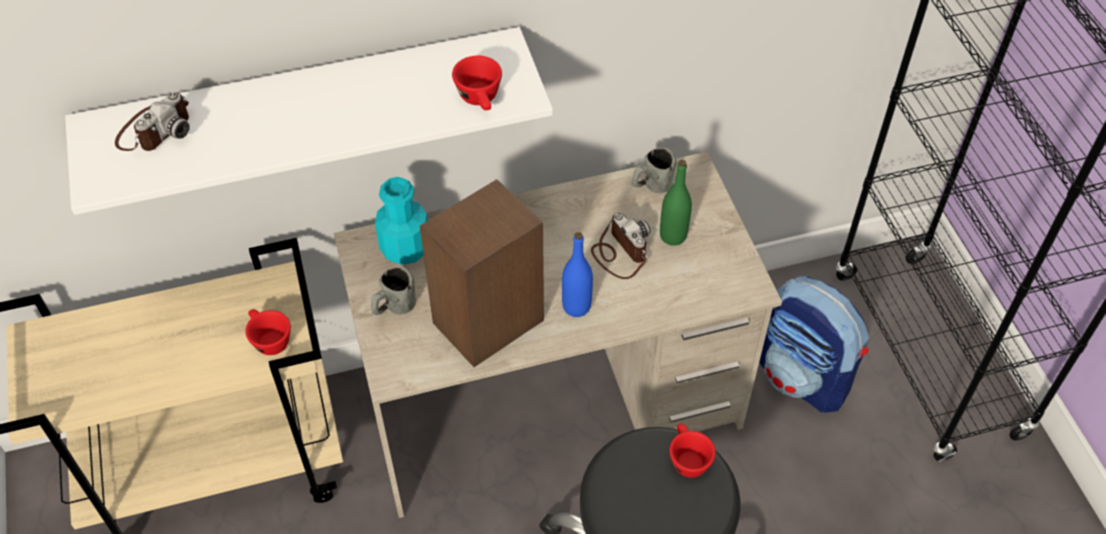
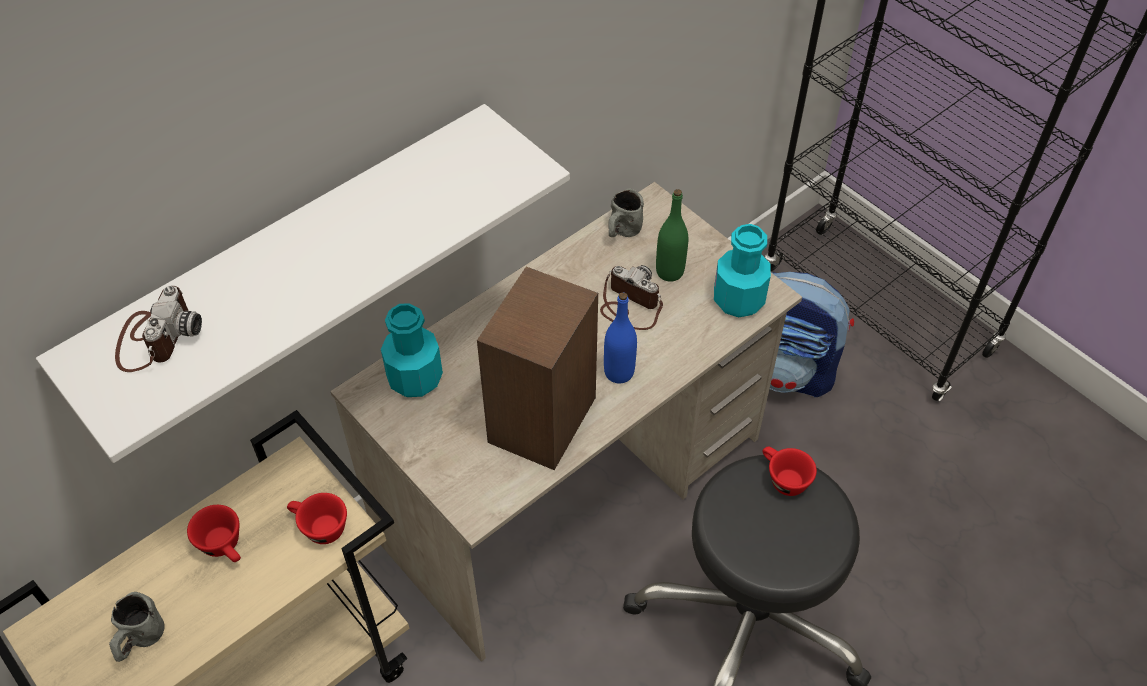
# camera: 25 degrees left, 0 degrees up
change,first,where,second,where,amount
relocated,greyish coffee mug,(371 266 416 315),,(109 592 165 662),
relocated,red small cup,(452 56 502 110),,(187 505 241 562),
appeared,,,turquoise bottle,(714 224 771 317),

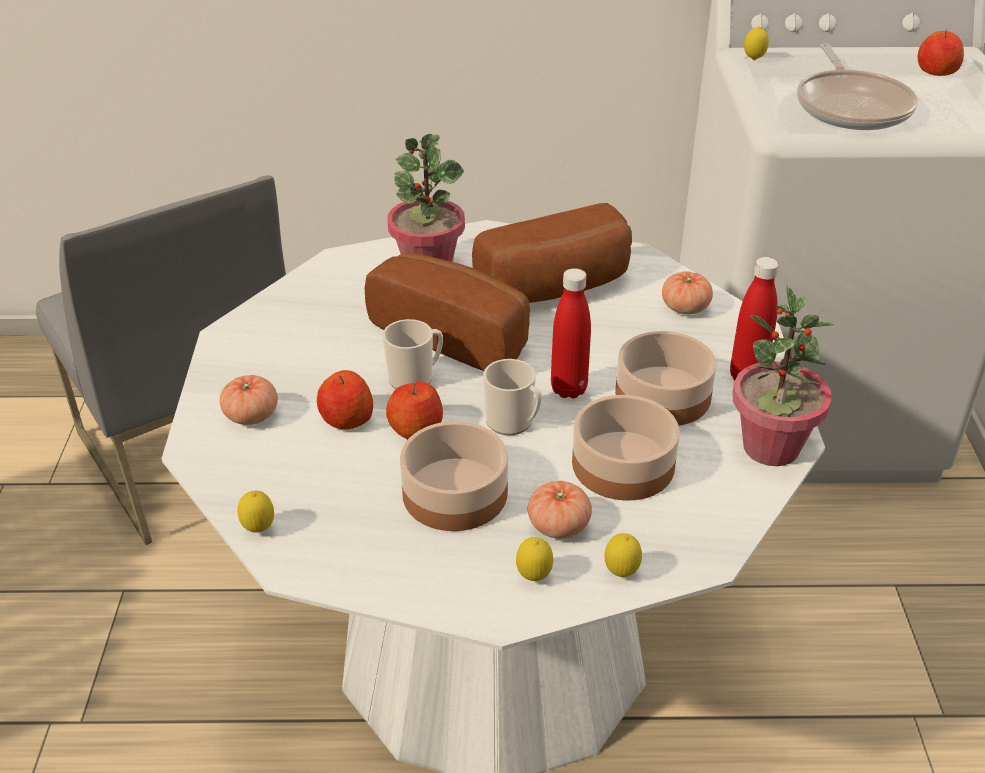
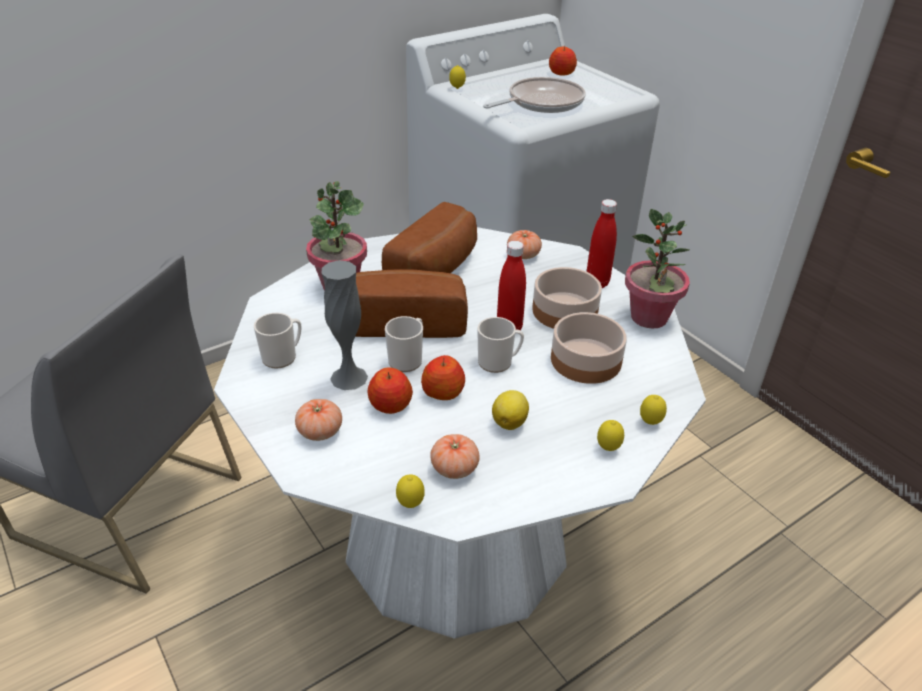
# camera: 35 degrees left, 0 degrees up
change,first,where,second,where,amount
appeared,,,coffee mug,(254 313 302 369),
appeared,,,greyish vase,(321 260 368 390),
relocated,whole tomato,(527 481 592 538),,(430 434 480 479),
spun,pan,(797 44 918 130),,(483 77 586 113),90 degrees counterclockwise
exchanged,serving bowl,(400 421 508 531),citrus fruit,(492 390 529 430),

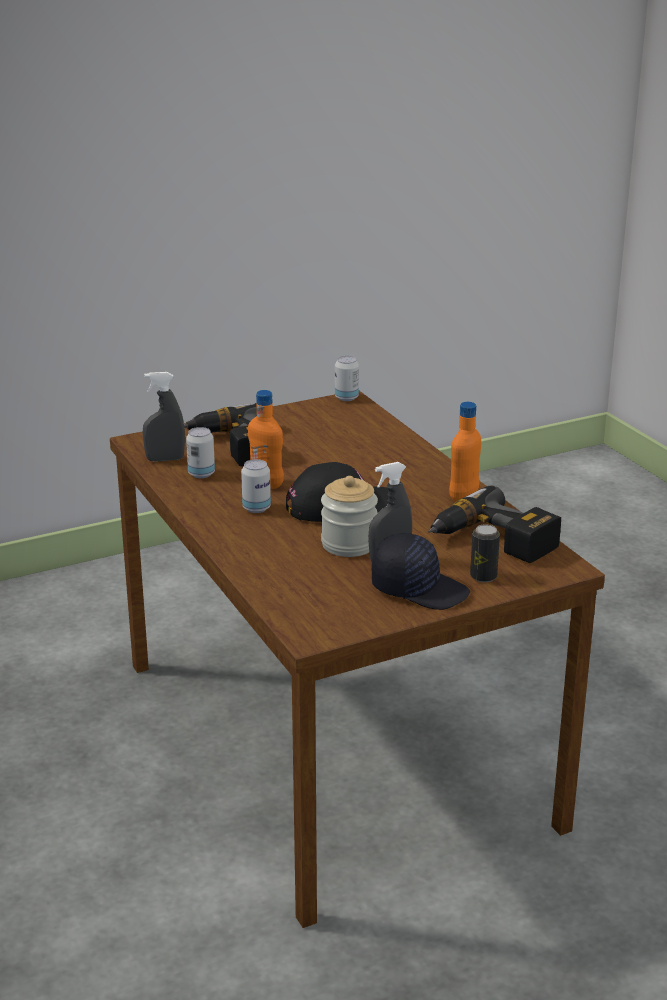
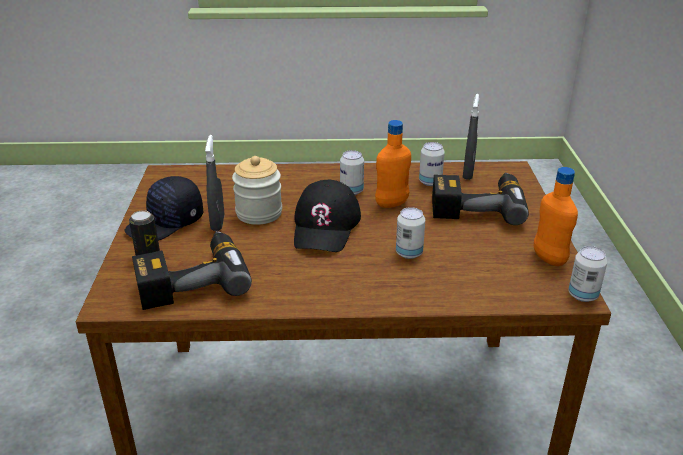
# camera: 115 degrees right, 5 degrees up
change,first,where,second,where,amount
appeared,,,metal can,(396 207 425 259),
relocated,orange-coloured bottle,(449 402 481 502),,(534 167 578 266),

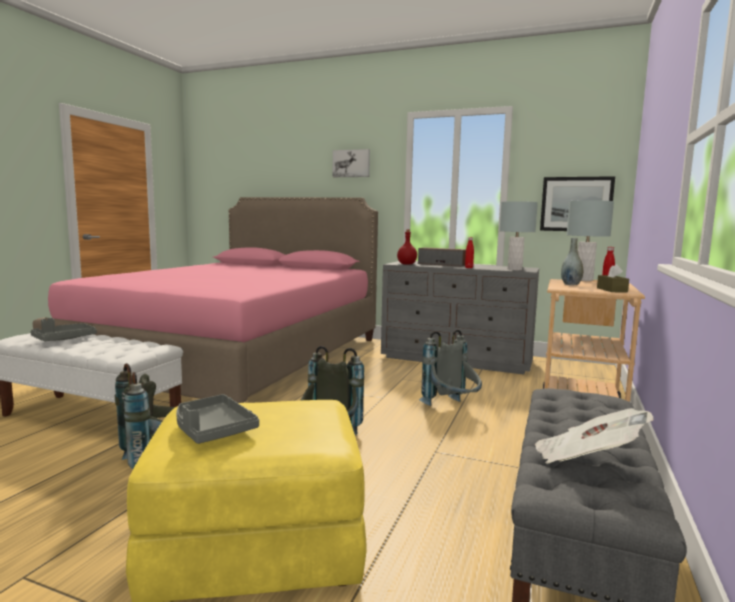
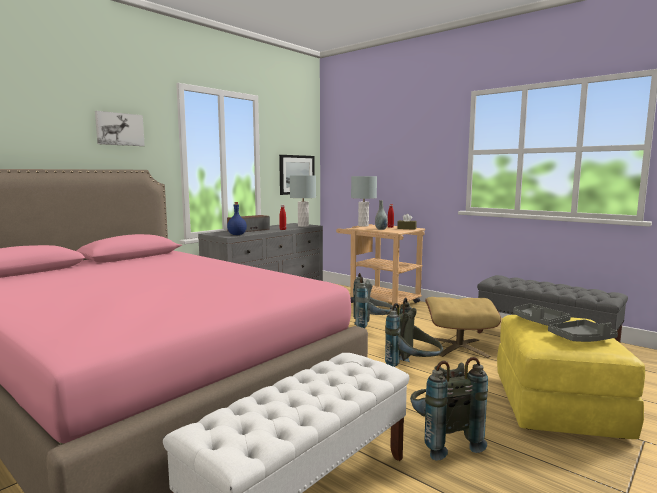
# camera: 70 degrees left, 0 degrees up
change,first,where,second,where,amount
colour,red bottle,(397 229 417 265),bluish bottle,(227 202 247 235),
appeared,,,sand-coloured footrest,(425 297 501 358),
relocated,greyish tray,(30 318 97 342),,(513 303 571 326),
missing,printed paper,(535 408 654 464),,,

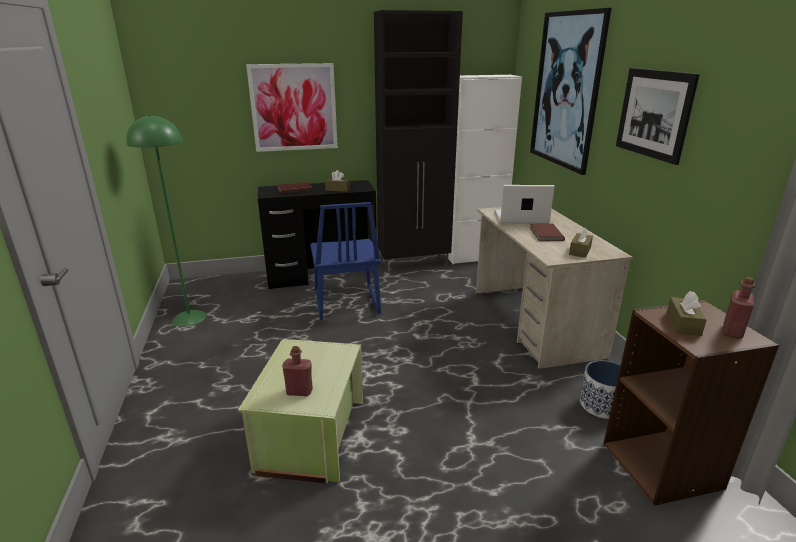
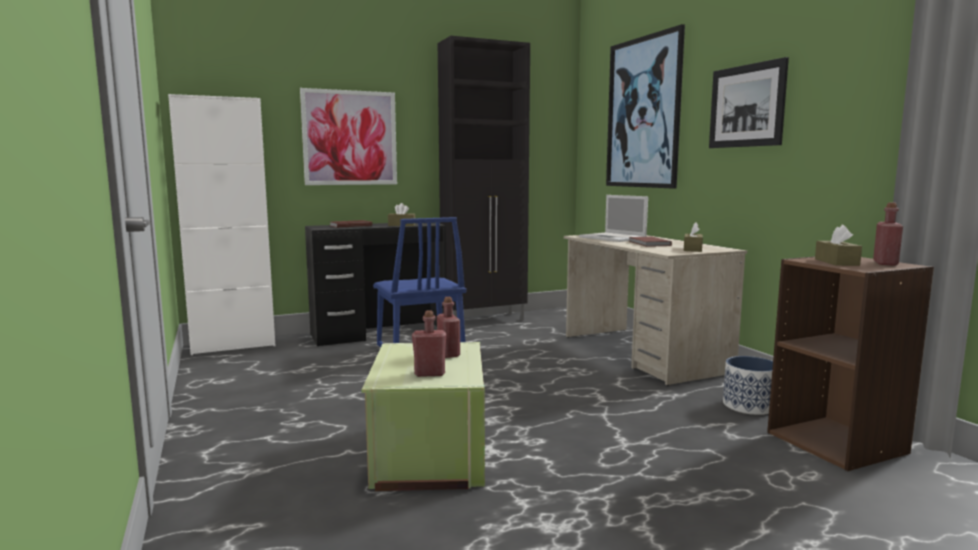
# camera: 10 degrees left, 15 degrees down
change,first,where,second,where,amount
relocated,whitish cupboard,(445 75 522 264),,(168 94 275 355),
appeared,,,red bottle,(437 297 460 358),
spun,portable computer,(495 185 555 224),,(579 195 648 242),120 degrees counterclockwise
missing,green-coloured standard lamp,(126 114 207 326),,,

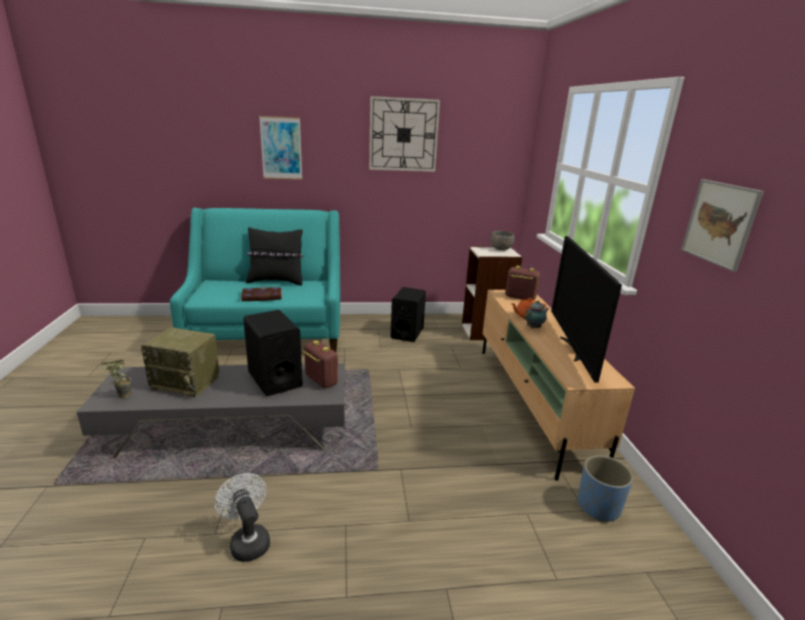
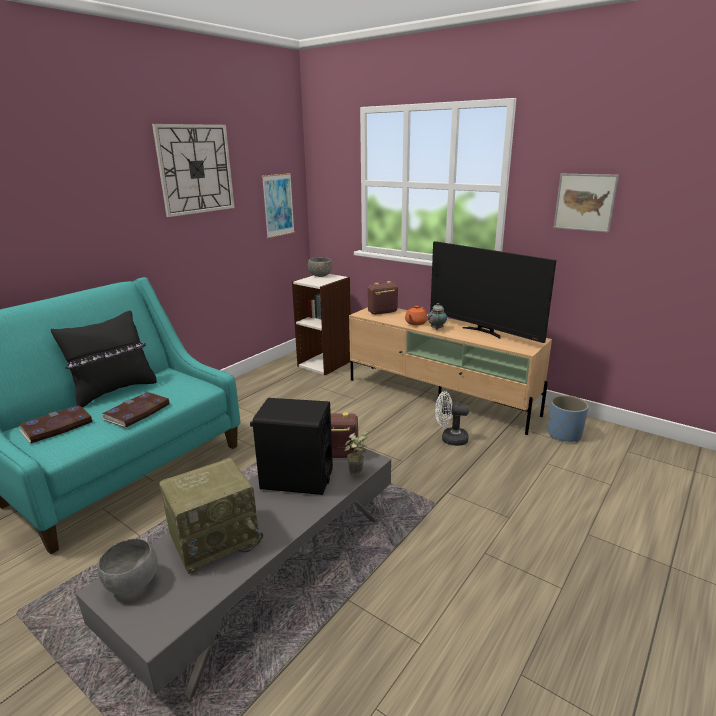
# camera: 45 degrees left, 0 degrees up
change,first,where,second,where,amount
appeared,,,volume,(19 406 93 443),
appeared,,,greyish serving bowl,(98 539 158 595),
relocated,wall picture,(259 116 302 180),,(262 173 295 238),
relocated,houseplant,(102 360 131 398),,(345 430 369 476),
relocated,whitish electric fan,(214 473 270 562),,(435 391 469 446),
missing,black speaker,(391 287 426 342),,,

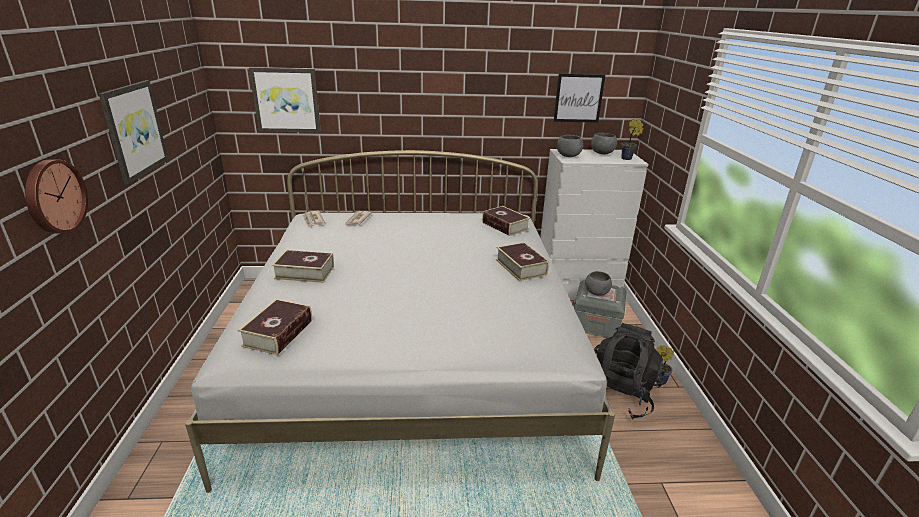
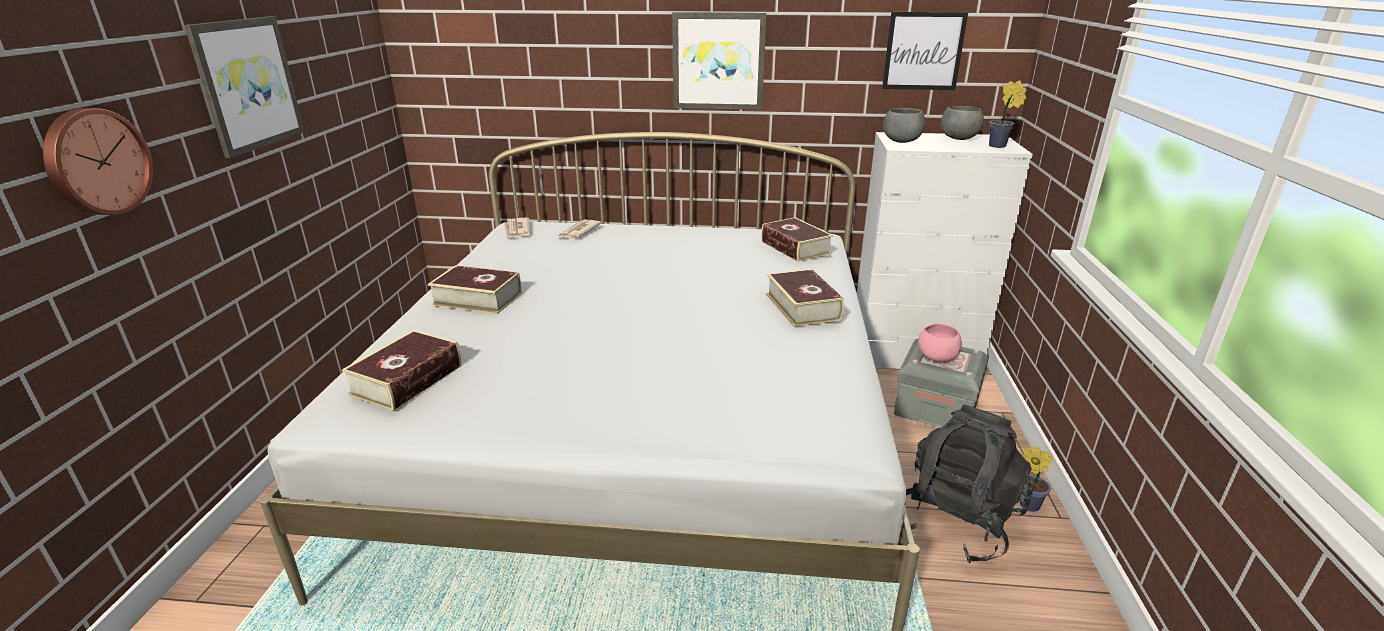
# camera: 10 degrees right, 0 degrees up
change,first,where,second,where,amount
relocated,wall picture,(249 67 321 133),,(672 12 767 110),
colour,greyish serving bowl,(585 271 612 295),pink serving bowl,(918 324 962 362),

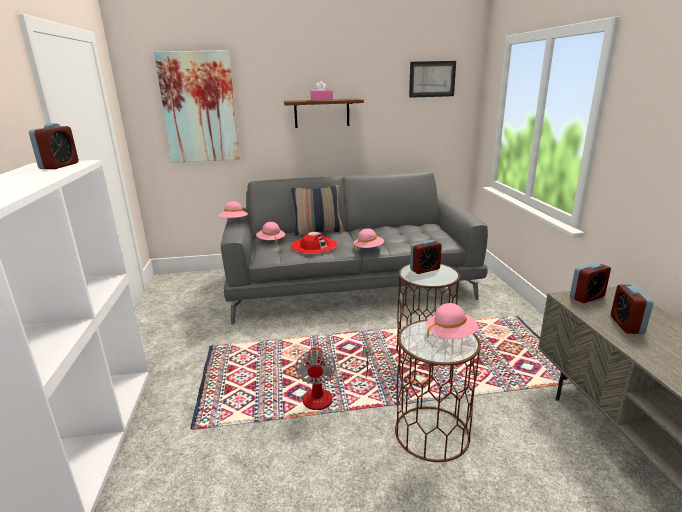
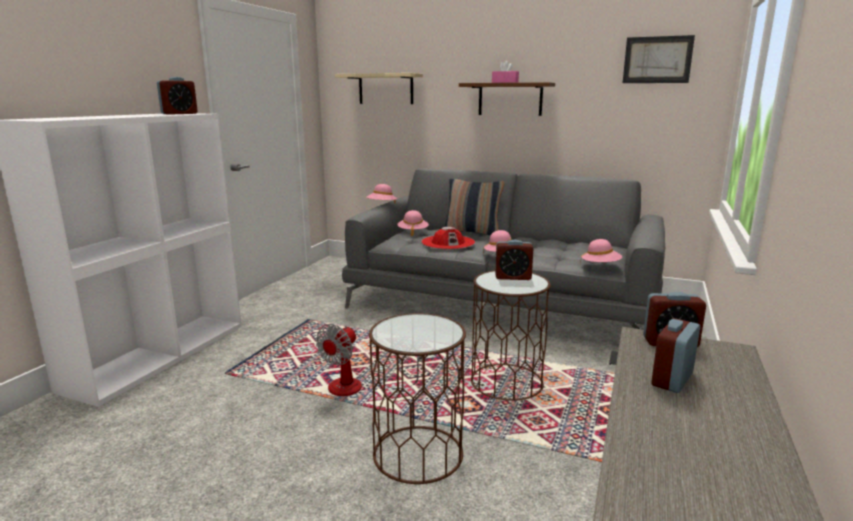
# camera: 30 degrees right, 5 degrees down
change,first,where,second,where,amount
exchanged,wall picture,(154 50 240 163),sand-coloured shelf,(335 73 423 104),
relocated,pink clothing hat,(427 303 478 339),,(580 239 622 264),

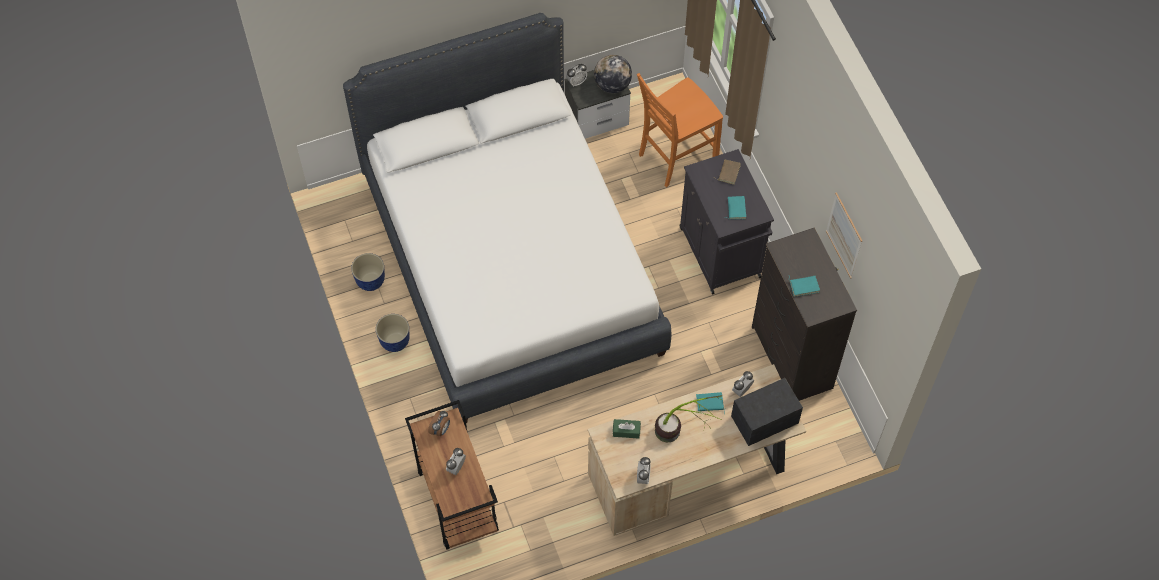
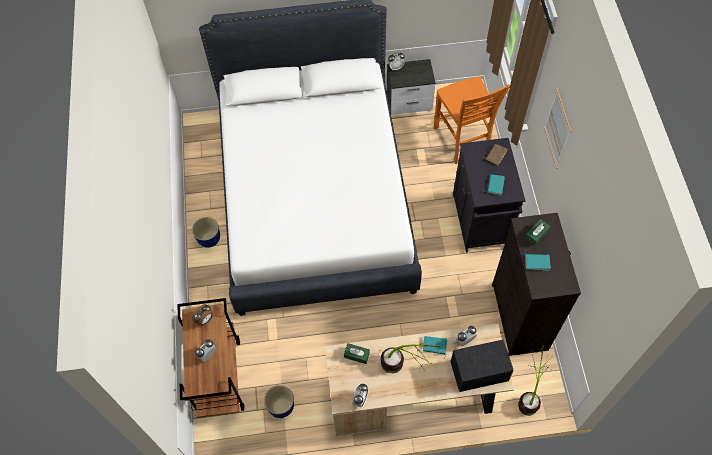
# camera: 15 degrees right, 0 degrees up
change,first,where,second,where,amount
relocated,planter,(351 253 385 291),,(264 385 294 418),
spun,orange-coloured plain chair,(637 73 723 187),,(434 76 510 164),90 degrees counterclockwise
appeared,,,houseplant,(518 345 552 416),
appeared,,,green-coloured tissue box,(525 219 551 246),
relocated,wall picture,(826 192 862 279),,(544 88 571 169),
missing,globe,(594 55 632 93),,,

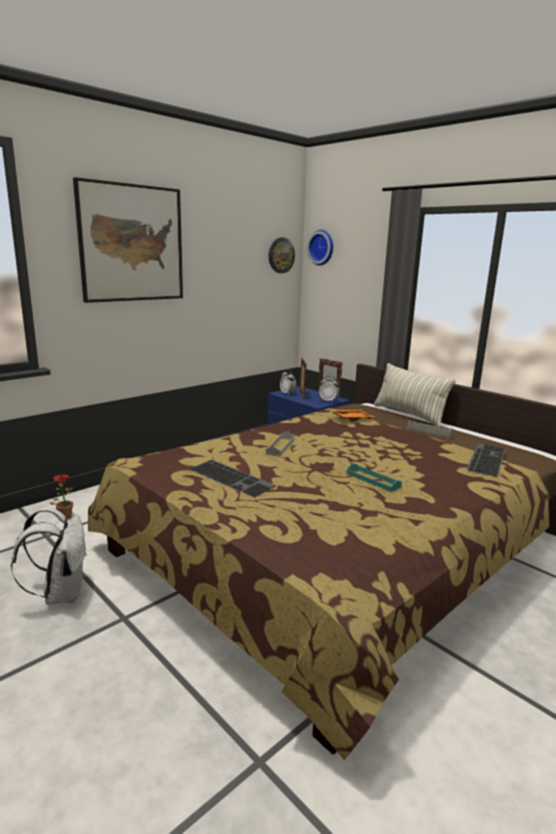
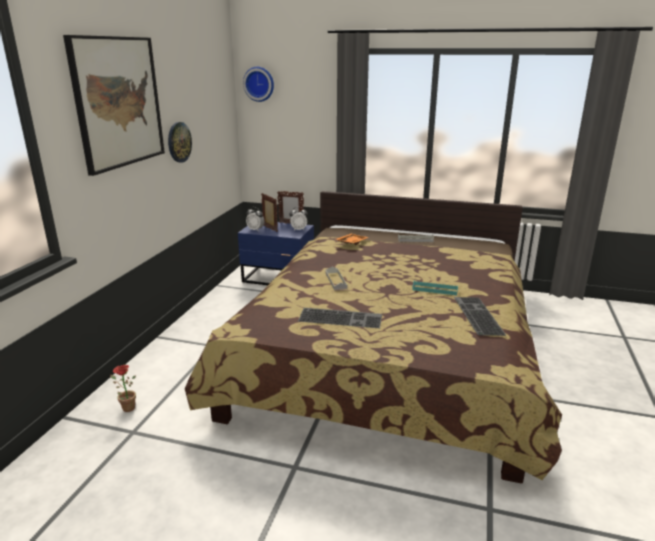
# camera: 30 degrees left, 5 degrees up
change,first,where,second,where,amount
relocated,clock on the wall,(269 238 295 273),,(168 122 192 163),
relocated,keyboard,(467 443 505 477),,(454 297 506 336),
missing,whitish knapsack,(11 508 87 605),,,
missing,cushion,(374 363 456 427),,,

